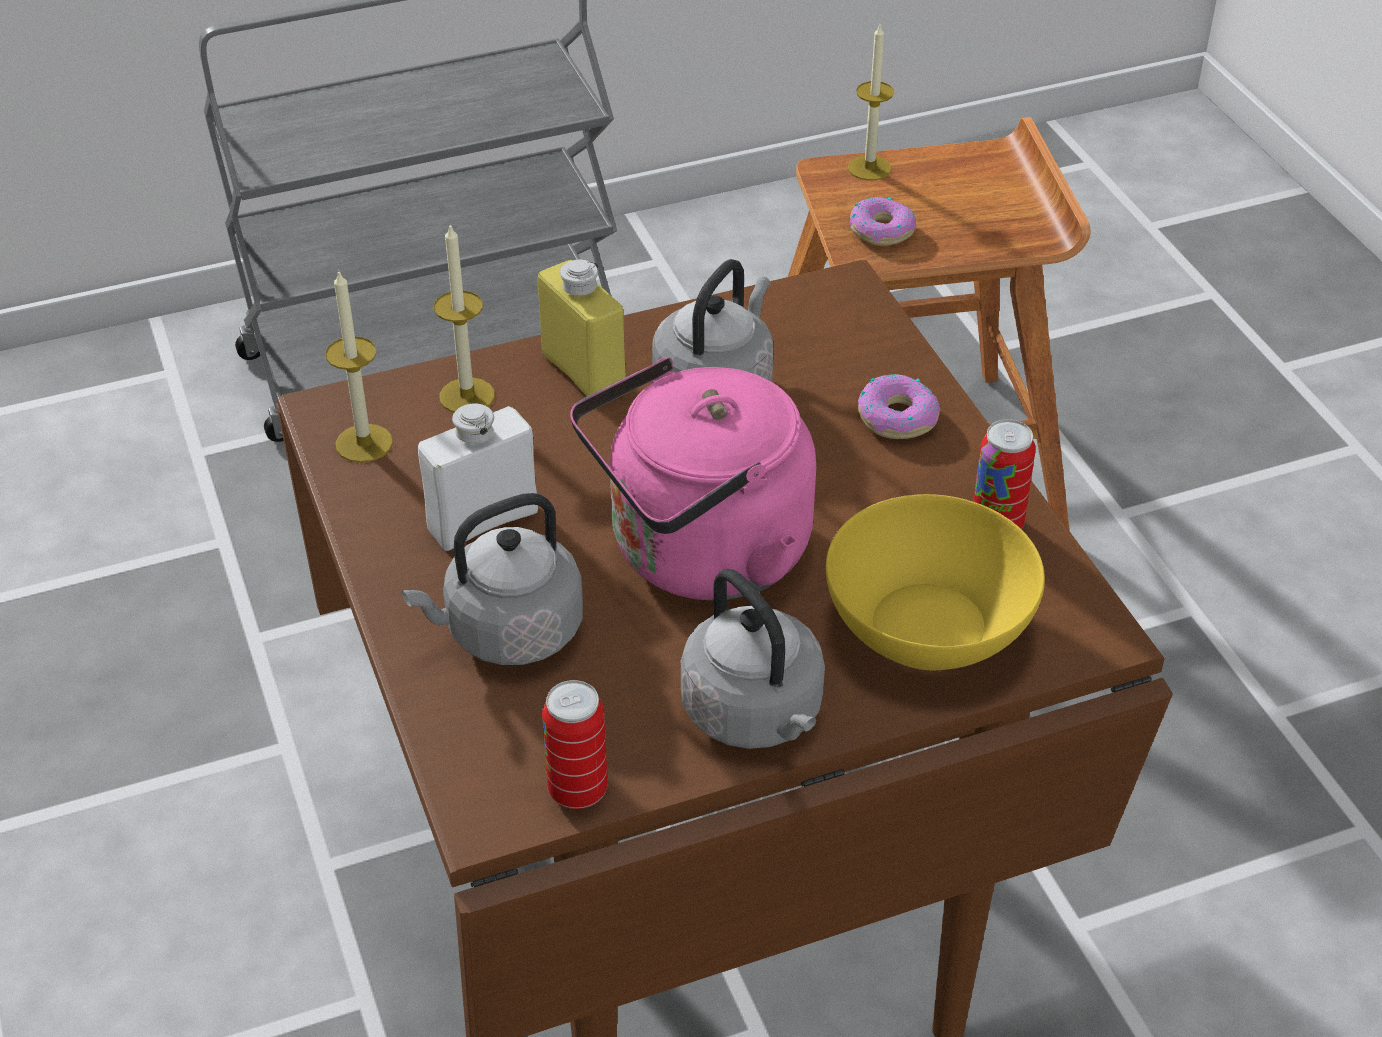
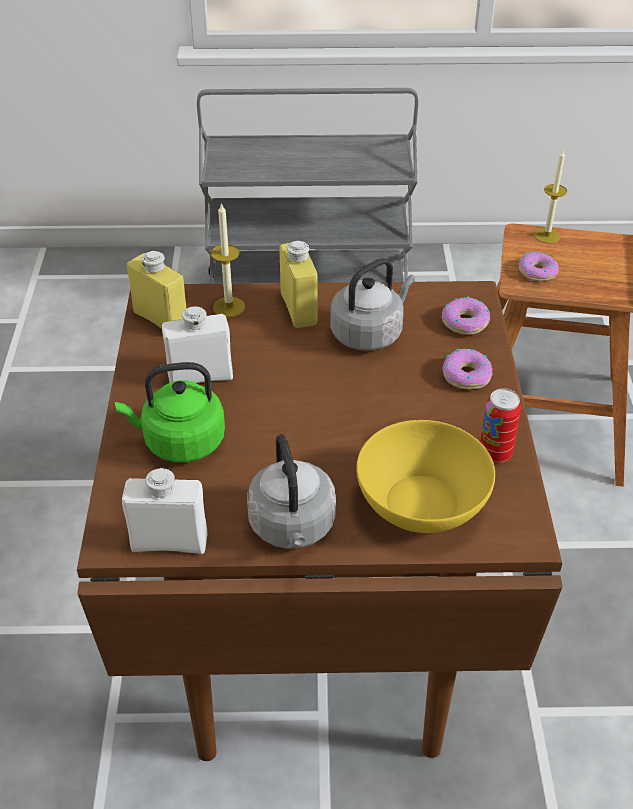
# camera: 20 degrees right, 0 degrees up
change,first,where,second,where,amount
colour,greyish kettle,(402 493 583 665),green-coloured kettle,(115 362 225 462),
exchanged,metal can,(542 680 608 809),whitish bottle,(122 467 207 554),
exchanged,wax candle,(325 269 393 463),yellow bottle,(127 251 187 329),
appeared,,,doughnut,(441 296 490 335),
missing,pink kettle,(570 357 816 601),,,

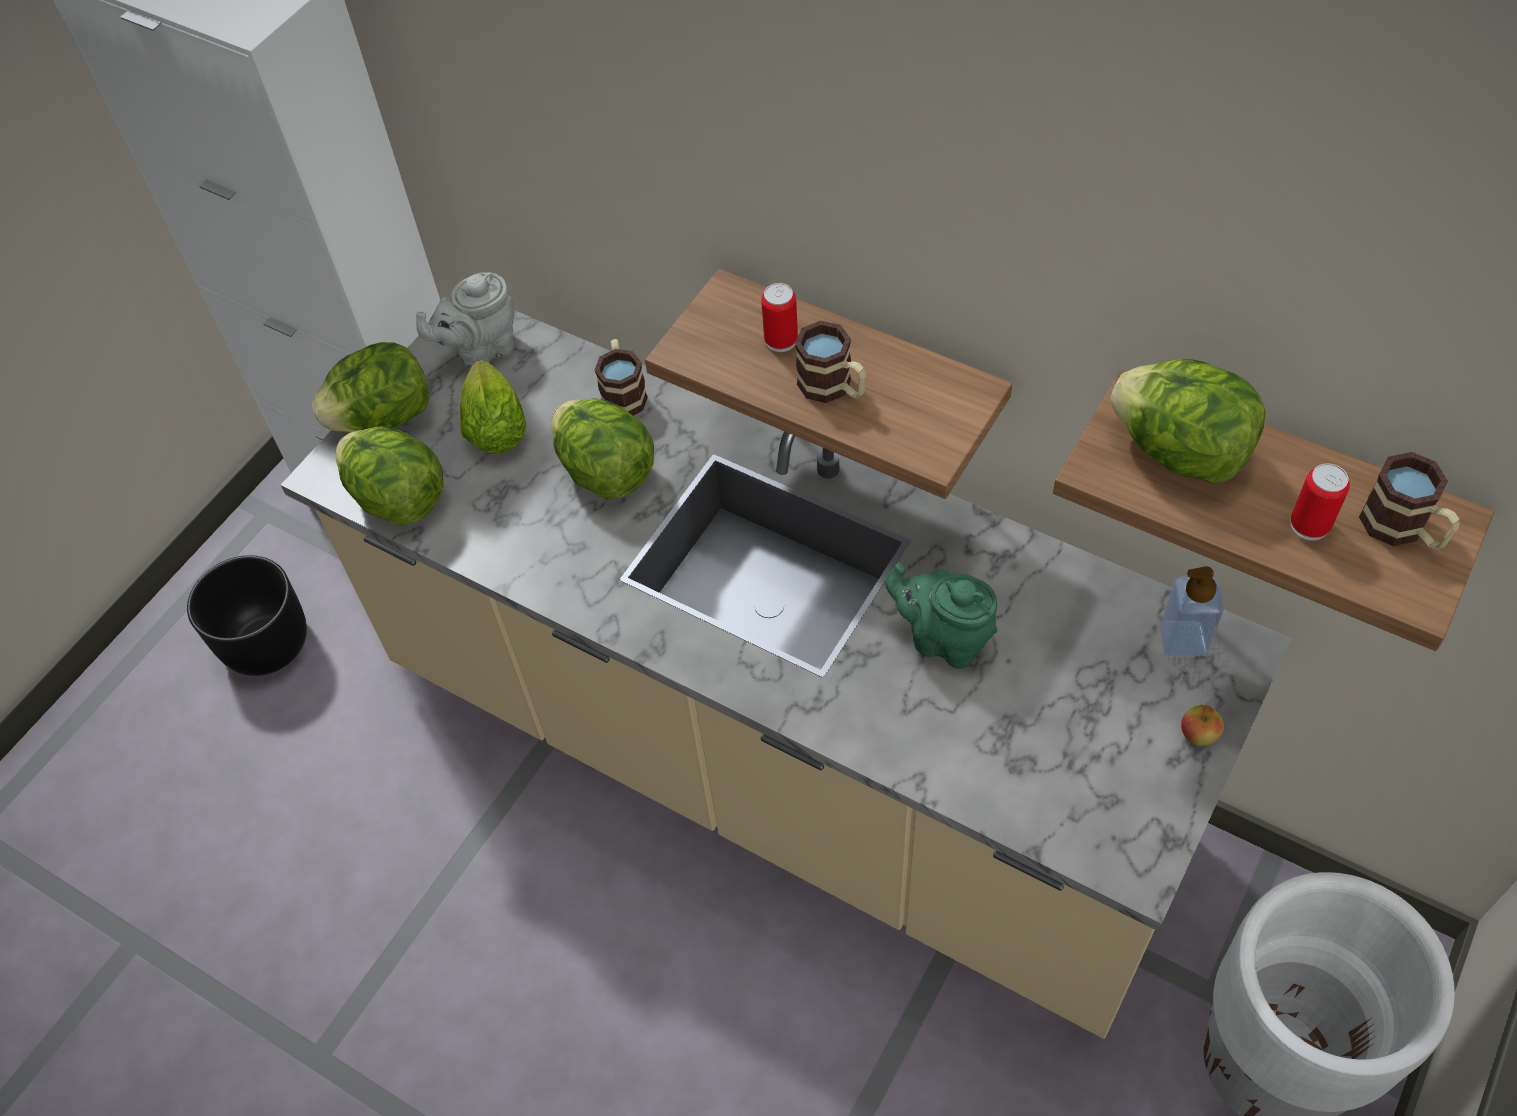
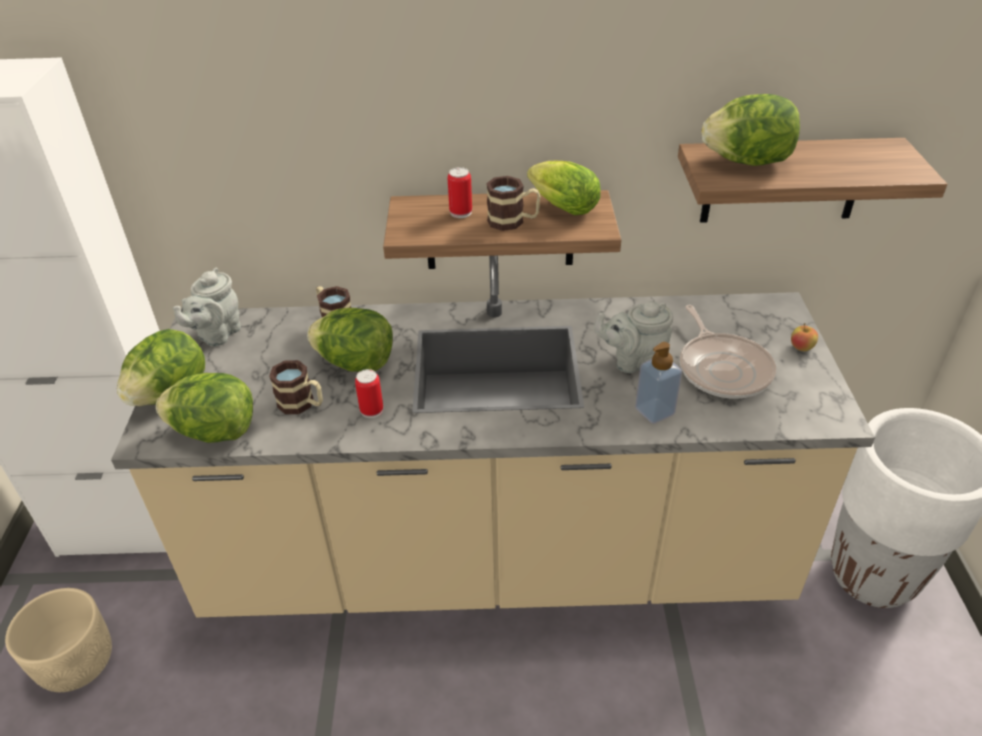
# camera: 35 degrees left, 15 degrees down
change,first,where,second,where,amount
colour,black planter,(187 555 307 676),sand-coloured planter,(5 588 112 692),
relocated,coffee mug,(1359 452 1460 550),,(269 360 323 414),
relocated,metal can,(1290 463 1350 541),,(355 369 383 418),
relocated,head of lettuce,(460 360 527 454),,(527 161 600 215),
colour,green-coloured pot for tea,(885 563 997 669),greyish pot for tea,(594 301 673 373),
relocated,liquid soap bottle,(1160 566 1224 656),,(635 342 682 424),
appeared,,,pan,(680 305 776 399),

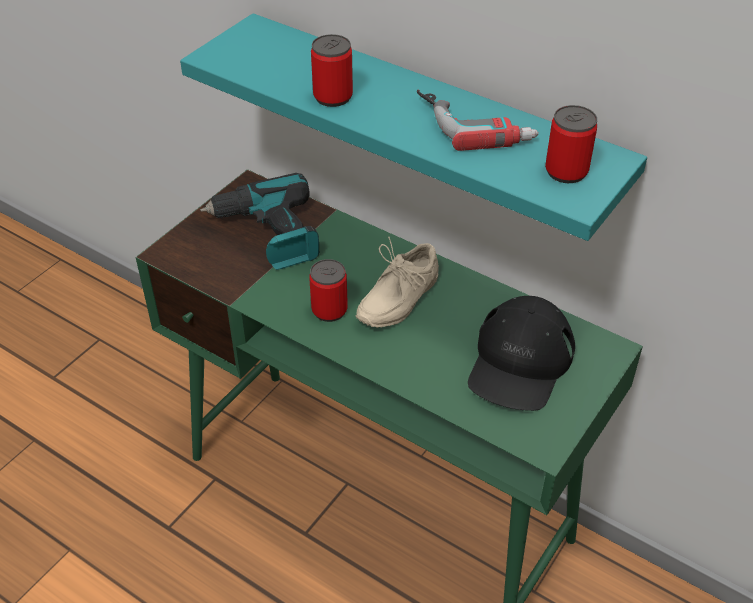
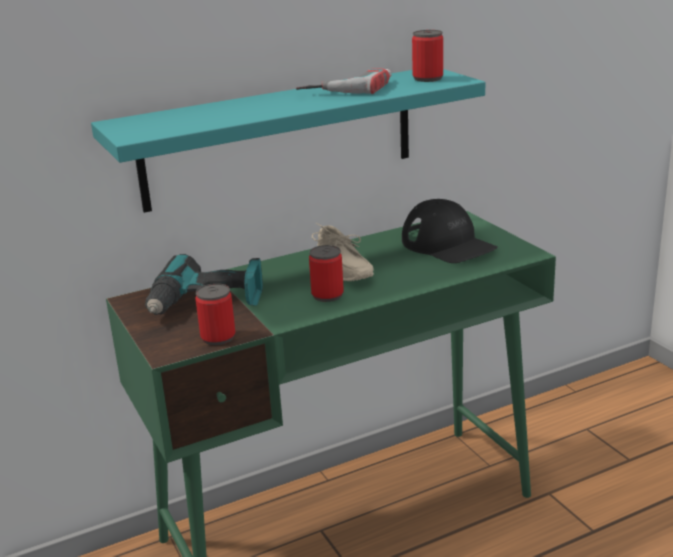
# camera: 60 degrees left, 20 degrees down
change,first,where,second,where,amount
relocated,metal can,(311 34 353 107),,(195 283 236 345),

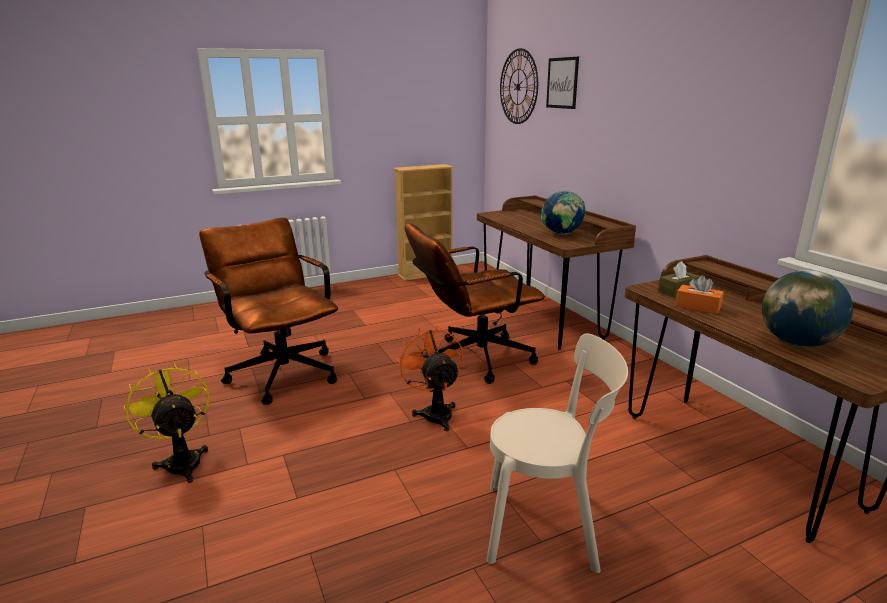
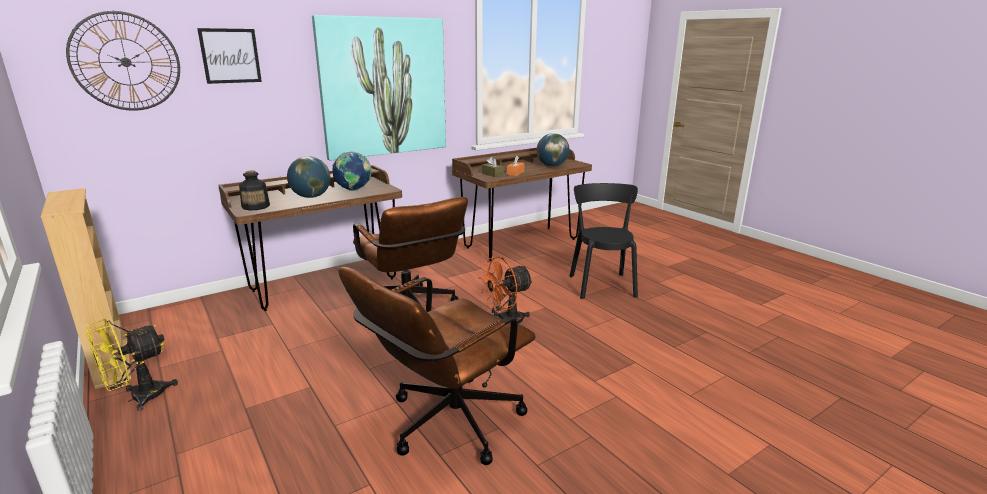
# camera: 100 degrees left, 0 degrees up
change,first,where,second,where,amount
relocated,yellow electric fan,(124 363 209 483),,(86 319 178 411),
appeared,,,bottle,(239 170 270 211),
appeared,,,globe,(287 156 331 198),
appeared,,,wall picture,(312 15 446 161),
colour,sand-coloured plain chair,(486 333 628 573),black plain chair,(570 183 638 299),

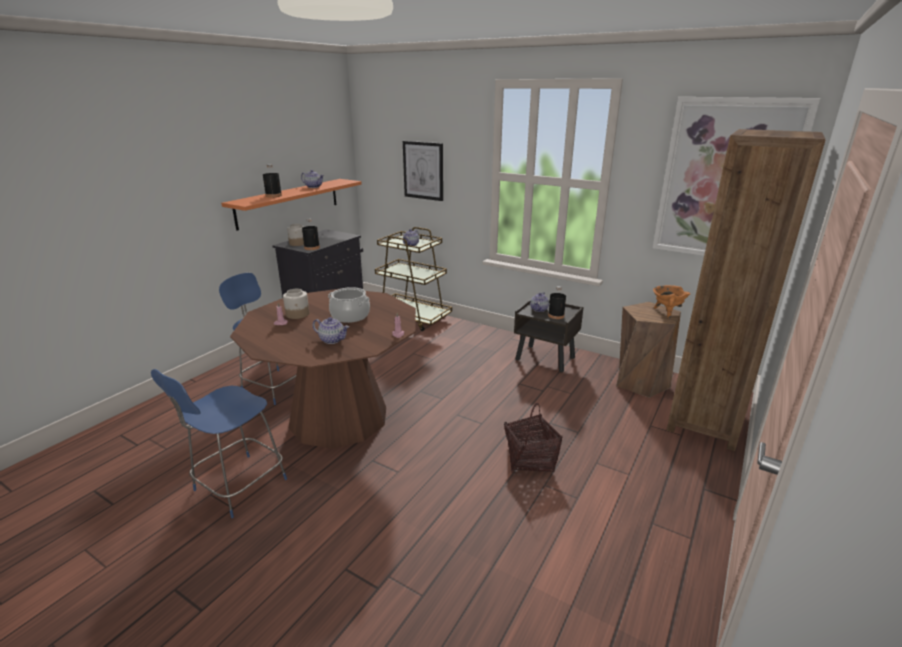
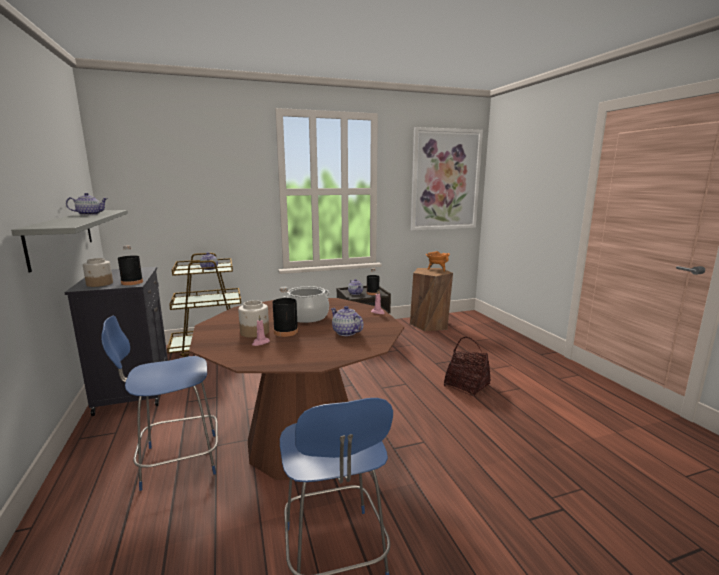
# camera: 50 degrees left, 10 degrees down
change,first,where,second,where,amount
colour,orange-coloured shelf,(221 179 362 231),greyish shelf,(11 210 128 273),
relocated,black bottle,(263 164 282 198),,(273 287 298 337),
spun,pot for tea,(313 317 349 344),,(331 306 364 336),105 degrees counterclockwise
missing,wall picture,(403 141 443 201),,,
missing,brownish shelving unit,(667 129 826 451),,,

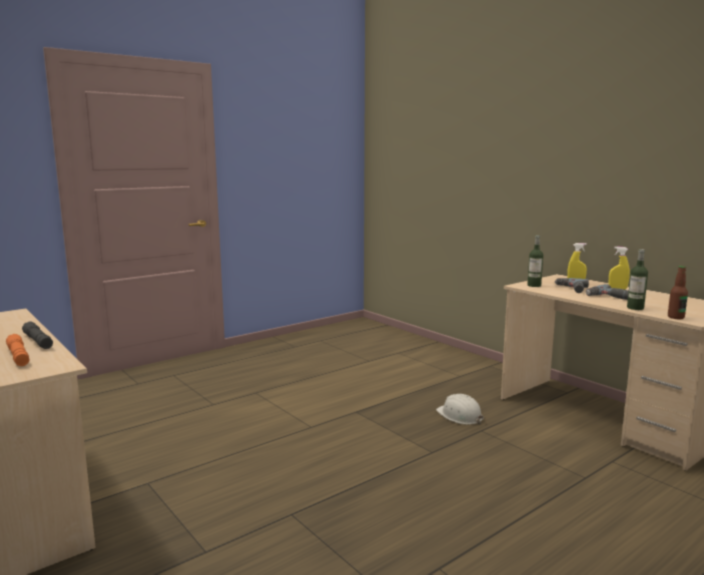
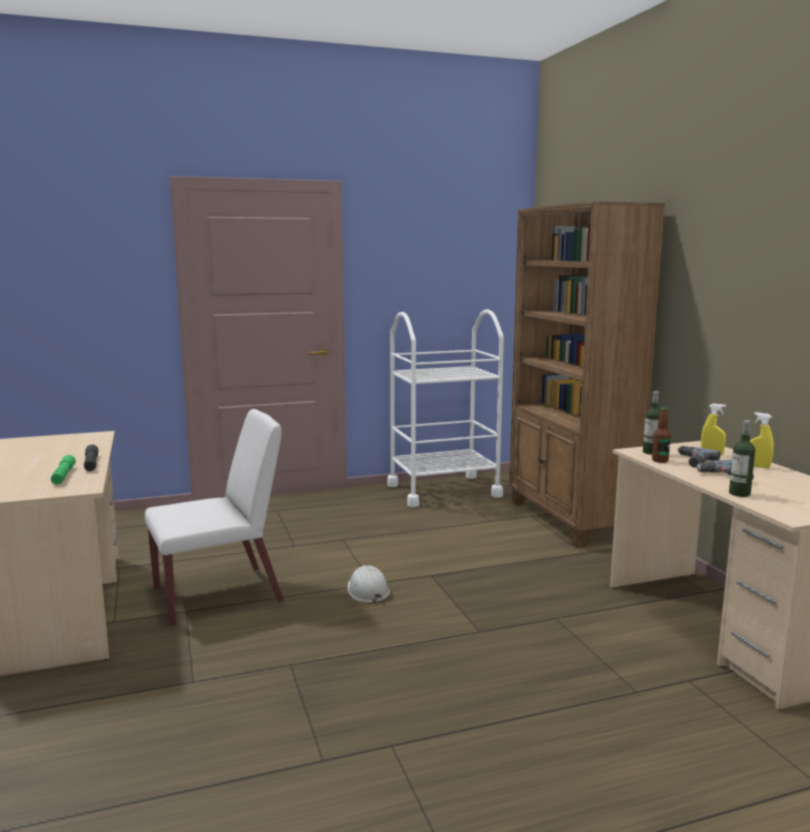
# camera: 20 degrees right, 0 degrees up
change,first,where,second,where,amount
colour,orange-coloured torch,(6 334 29 366),green-coloured torch,(51 455 76 485),
appeared,,,whitish plain chair,(145 409 284 627),
relocated,whitish hard hat,(436 394 484 425),,(348 566 390 604),
appeared,,,whitish trolley,(387 309 504 507),
appeared,,,brownish shelving unit,(509 201 665 548),
relocated,bottle,(668 266 688 319),,(652 407 671 463),

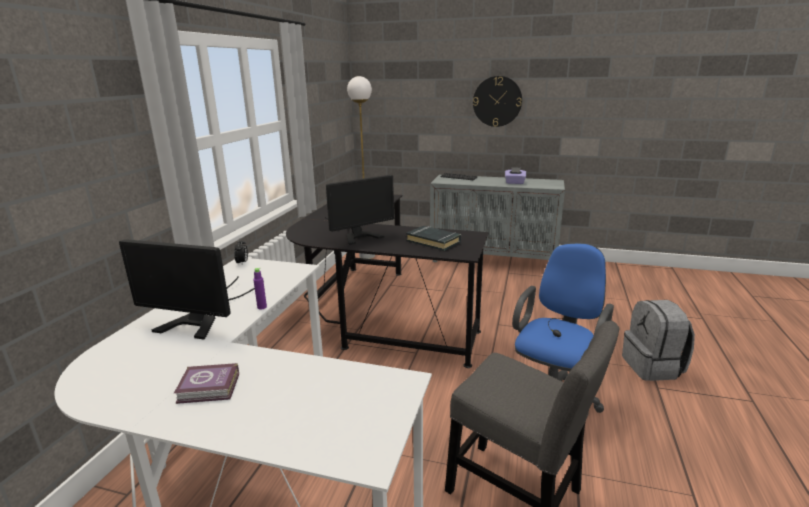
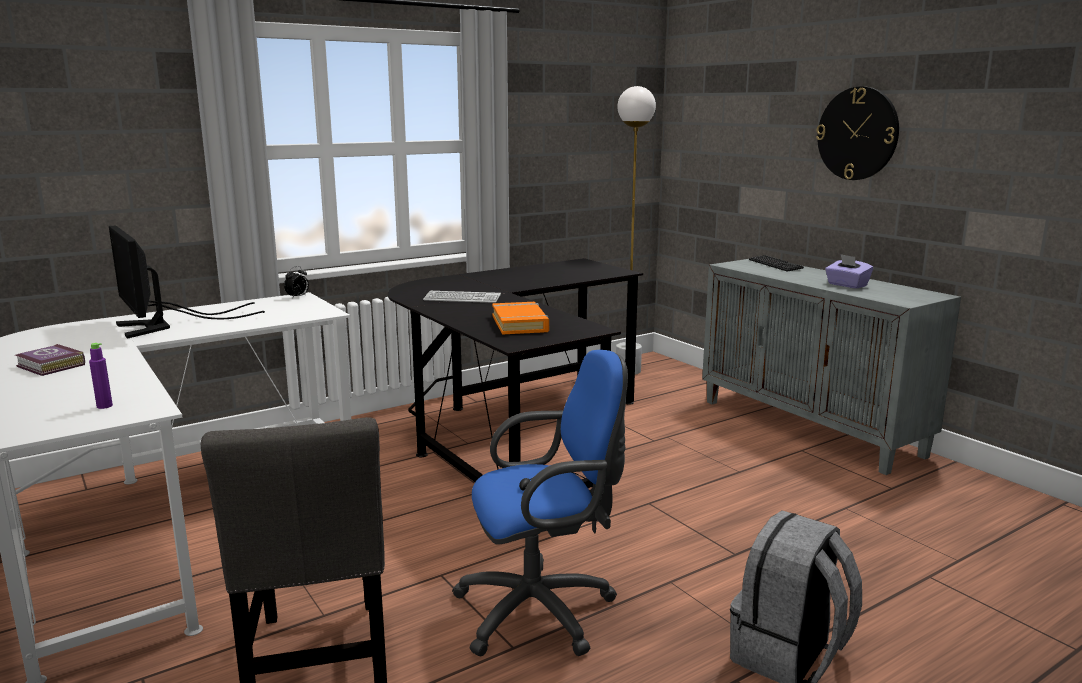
# camera: 40 degrees right, 5 degrees down
change,first,where,second,where,amount
relocated,purple-coloured bottle,(253 268 267 309),,(89 343 113 409),
exchanged,monitor,(325 175 394 245),keyboard,(423 291 501 303),
colour,black volume,(406 226 461 251),orange-coloured volume,(492 302 549 335),

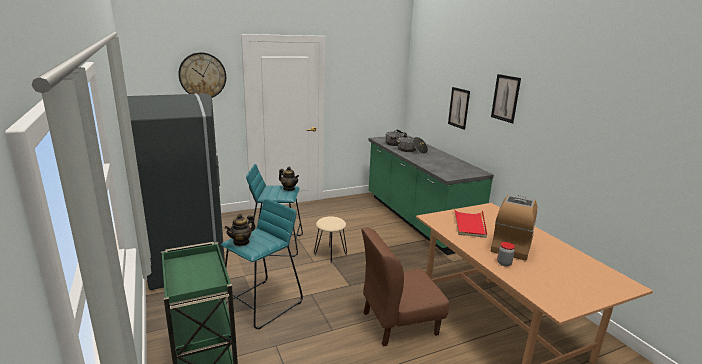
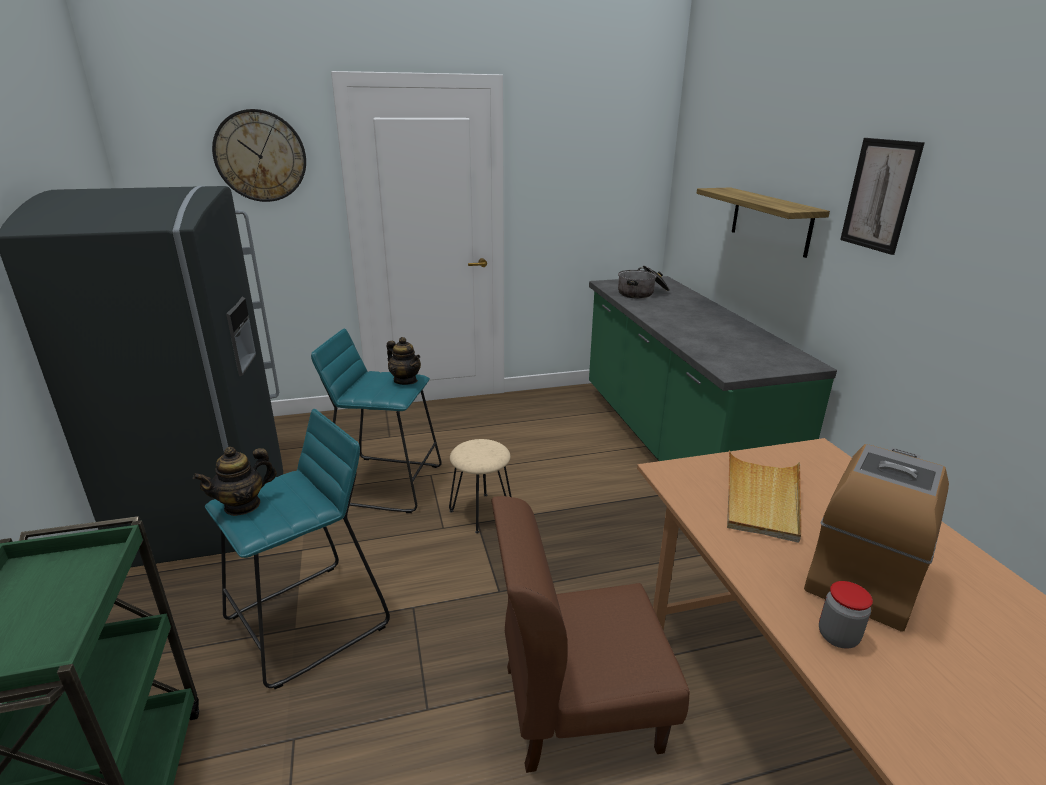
# camera: 10 degrees right, 5 degrees up
change,first,where,second,where,amount
exchanged,wall picture,(448 87 470 130),shelf,(697 187 830 258),
colour,red tray,(454 209 487 238),sand-coloured tray,(727 450 801 543),
missing,stockpot,(394 137 428 154),,,

